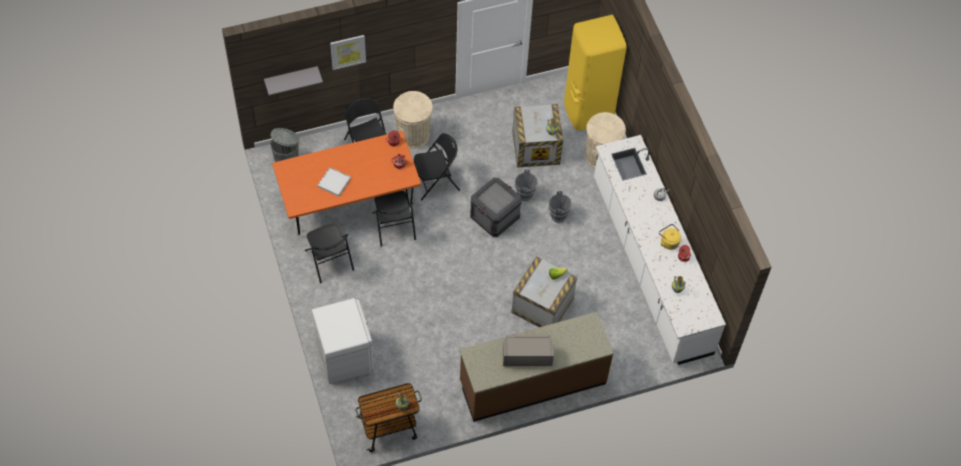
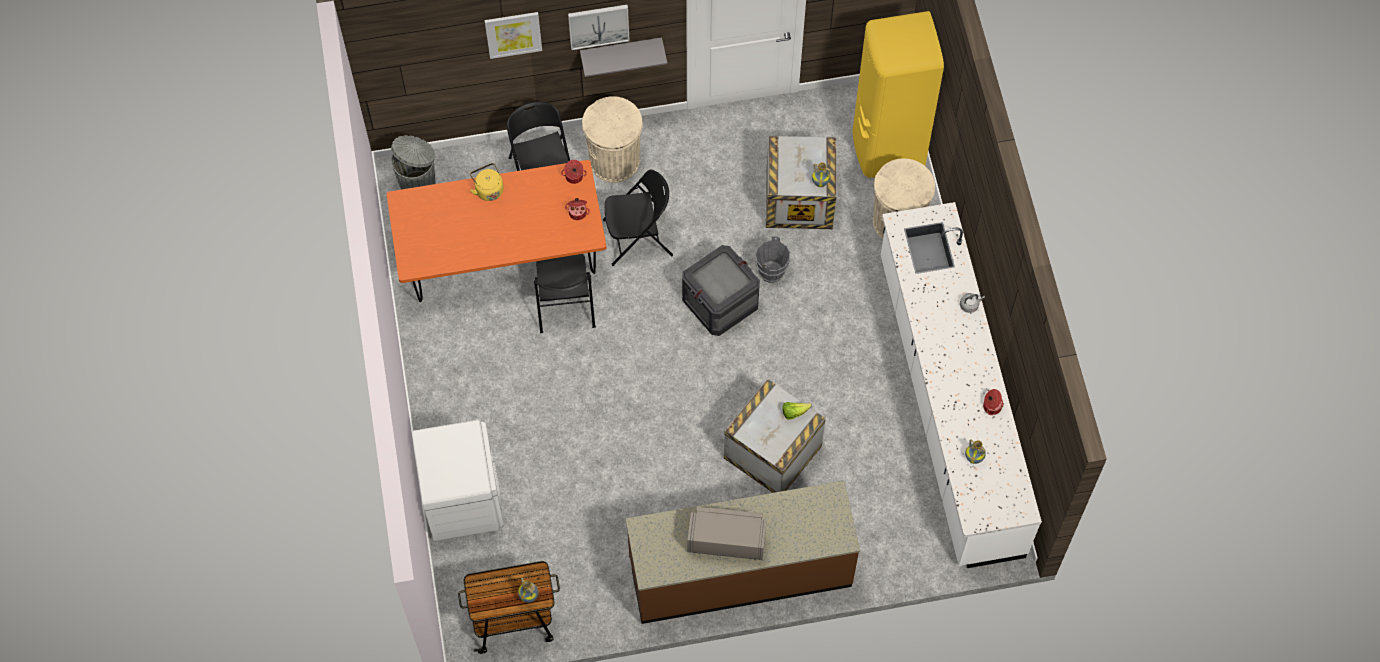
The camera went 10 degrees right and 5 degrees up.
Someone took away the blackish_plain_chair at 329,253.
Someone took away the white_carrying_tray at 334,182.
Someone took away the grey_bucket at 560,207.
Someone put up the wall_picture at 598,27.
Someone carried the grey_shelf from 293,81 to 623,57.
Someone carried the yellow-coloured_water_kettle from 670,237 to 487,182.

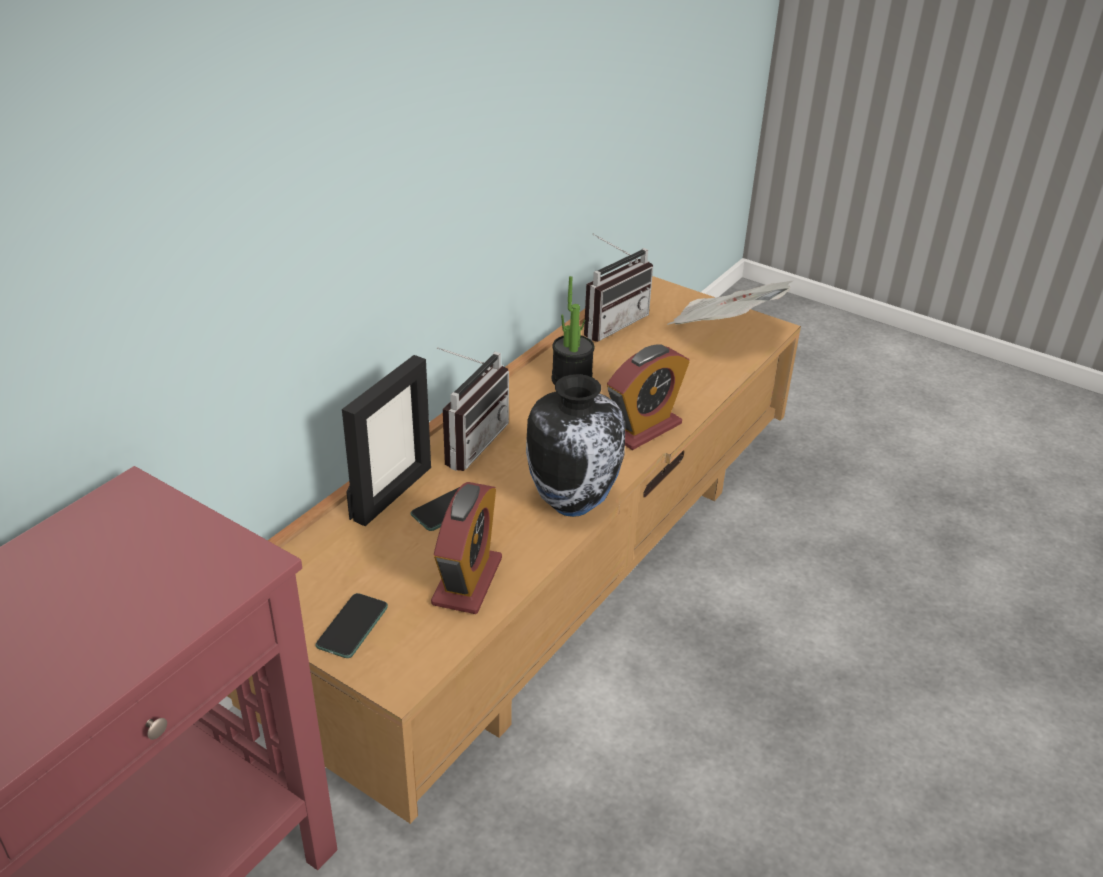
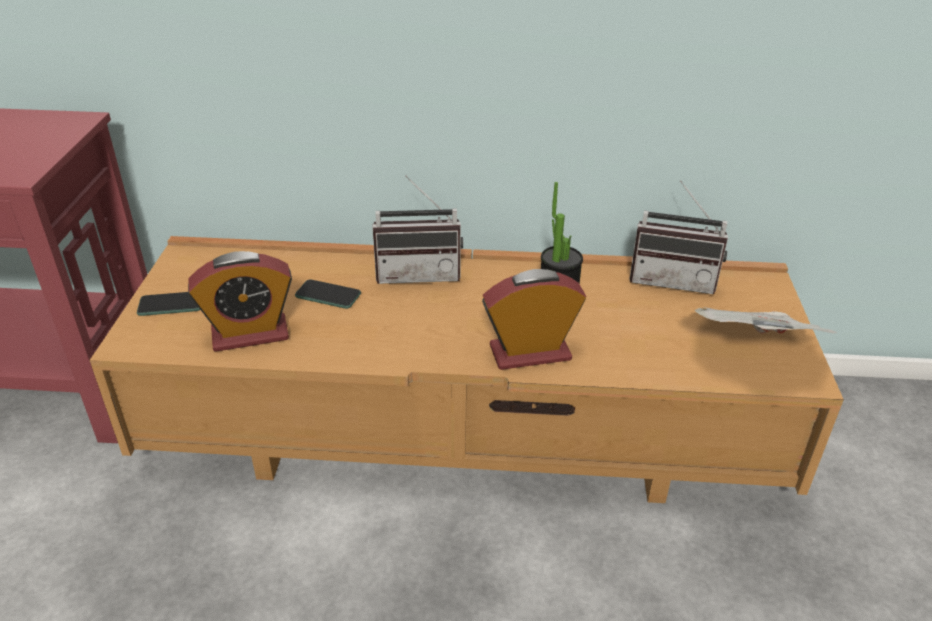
The camera went 60 degrees right and 0 degrees up.
Someone took away the picture_frame at 386,440.
Someone took away the flower_vase at 575,445.
Someone rotated the alarm_clock at 648,397 by 150 degrees clockwise.

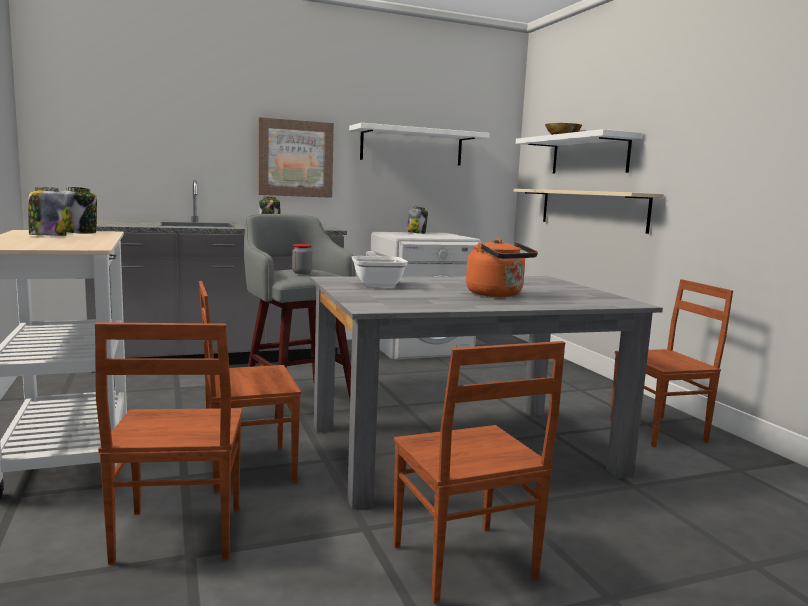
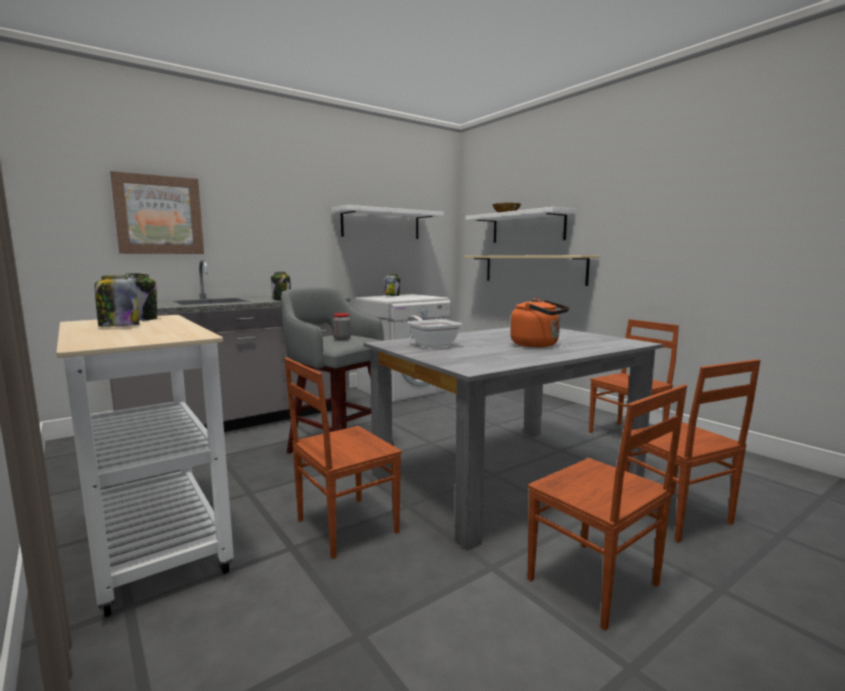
The camera went 15 degrees left and 0 degrees up.
Someone carried the brownish_plain_chair from 168,443 to 691,451.
Someone carried the wall_picture from 296,157 to 157,212.

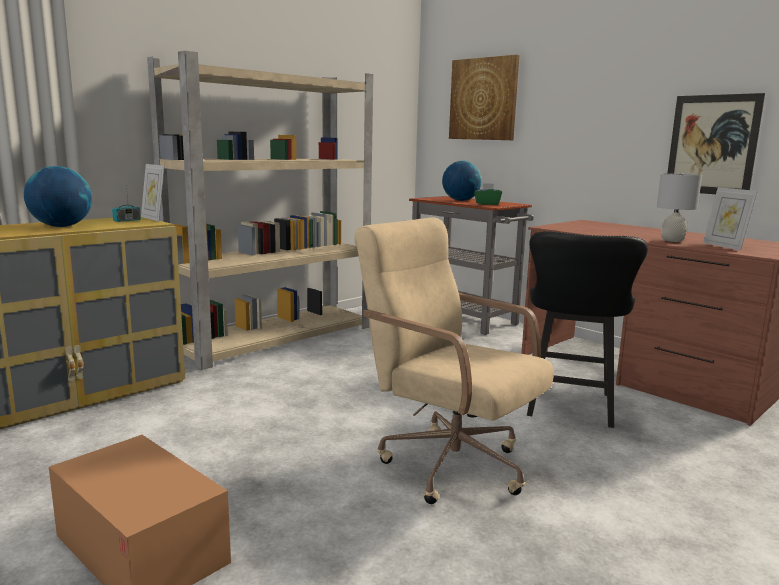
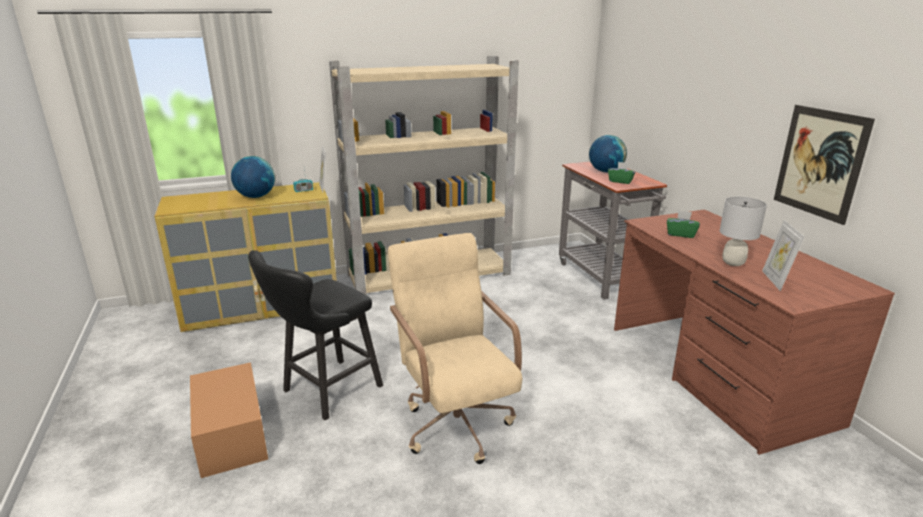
The camera went 25 degrees right and 10 degrees up.
Someone took away the wall_picture at 484,97.
Someone put down the green-coloured_tissue_box at 683,224.
Someone carried the blackish_stool_seat from 587,329 to 315,335.

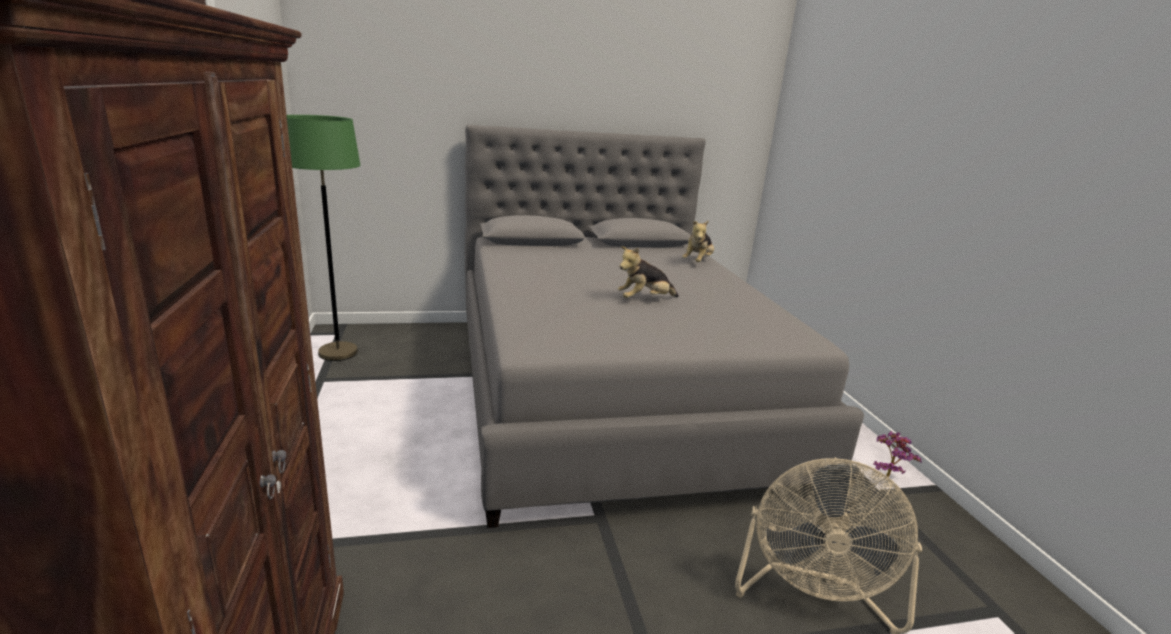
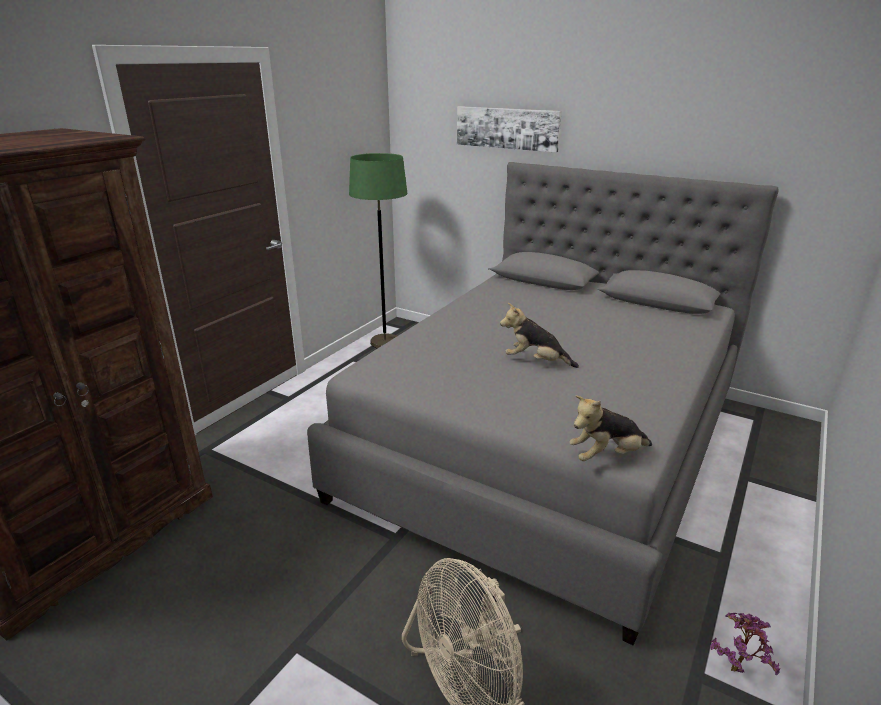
The camera went 45 degrees right and 5 degrees up.
Someone put up the wall_picture at 509,129.
Someone carried the plush_toy from 698,241 to 611,428.

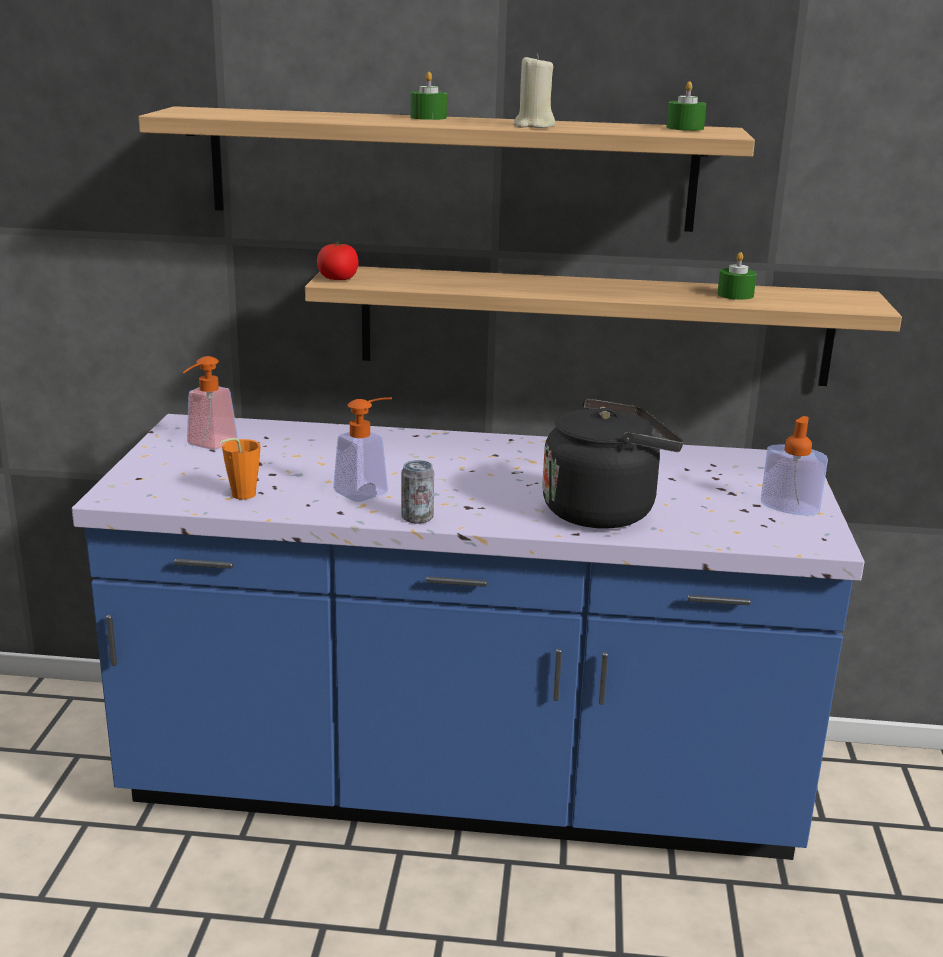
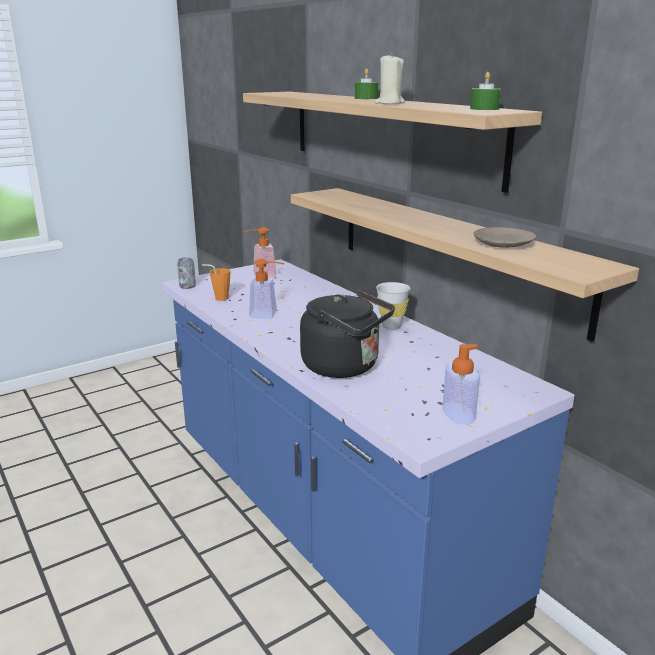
The camera went 50 degrees right and 0 degrees up.
Someone took away the tomato at 338,261.
Someone put down the white_small_cup at 393,306.
Someone carried the metal_can from 417,492 to 186,273.
Someone swapped the green-coloured_wax_candle at 737,276 for the beige-coloured_flat_dish at 504,237.

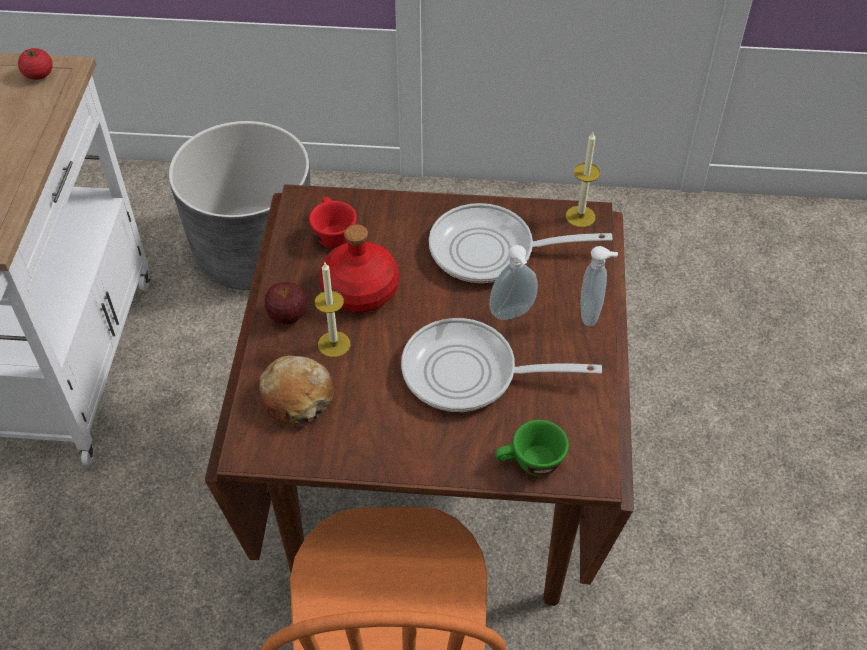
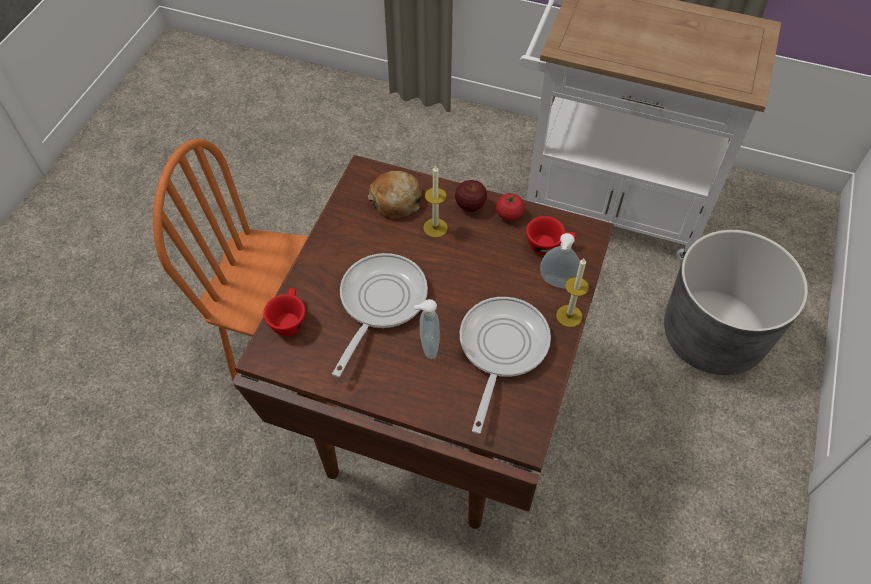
The camera went 105 degrees right and 5 degrees up.
Someone took away the reddish_bottle at 359,268.
Someone carried the tomato from 35,64 to 510,207.
Someone carried the wax_candle from 583,180 to 572,292.
Someone carried the soap_dispenser from 599,286 to 560,260.
Someone repainted the green-coloured_small_cup at 532,448, which became the reddish_small_cup at 284,312.

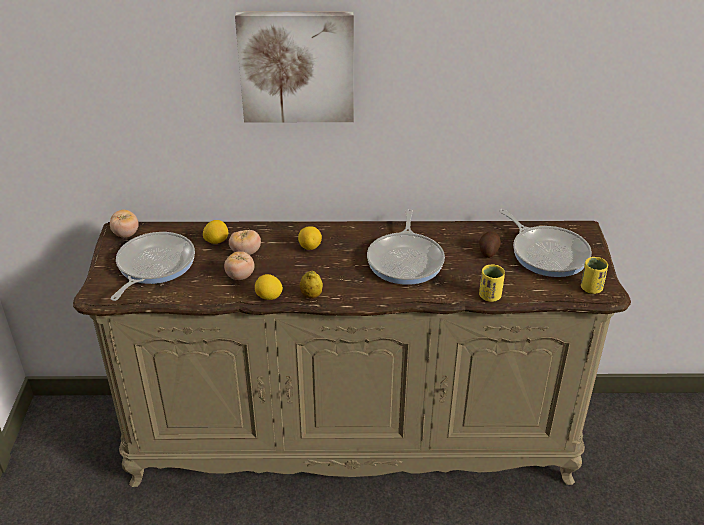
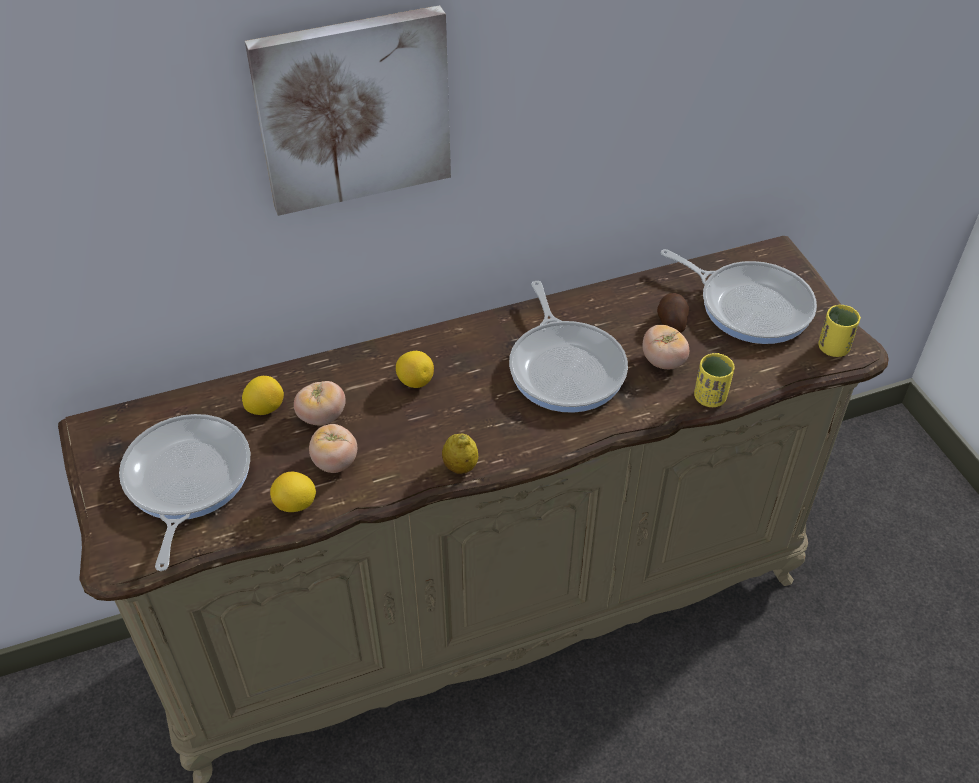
The camera went 20 degrees left and 10 degrees up.
Someone carried the tomato from 124,223 to 666,347.
Someone carried the citrus_fruit from 269,287 to 293,492.

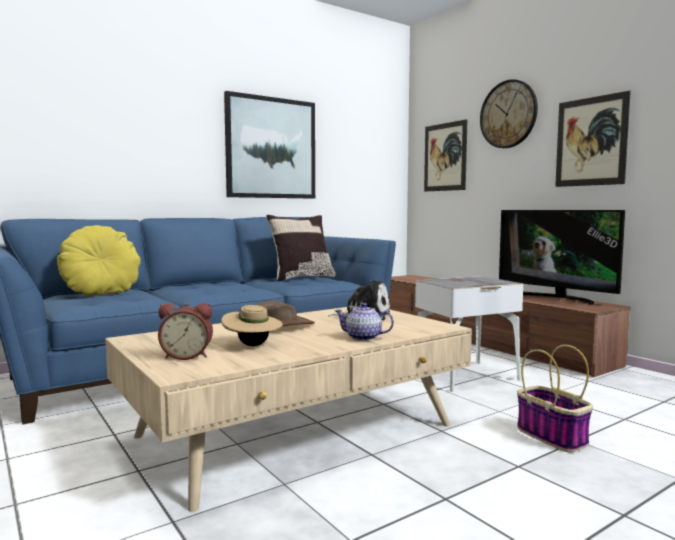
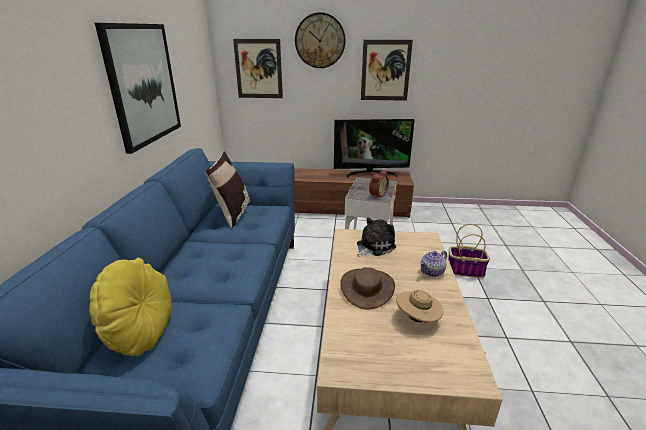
The camera went 50 degrees left and 20 degrees up.
Someone carried the alarm_clock from 185,331 to 379,184.

